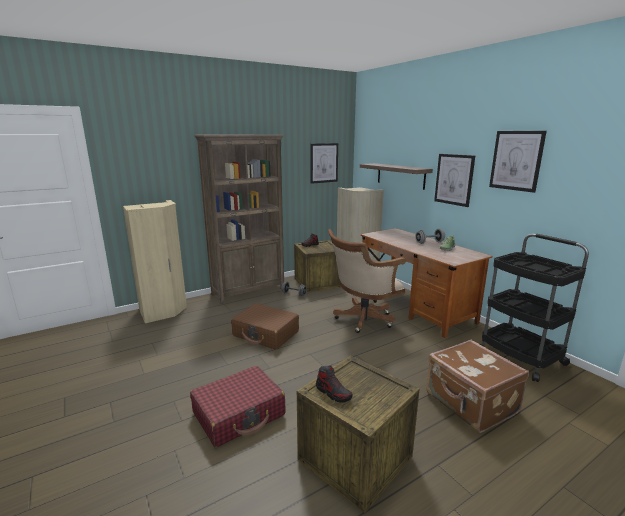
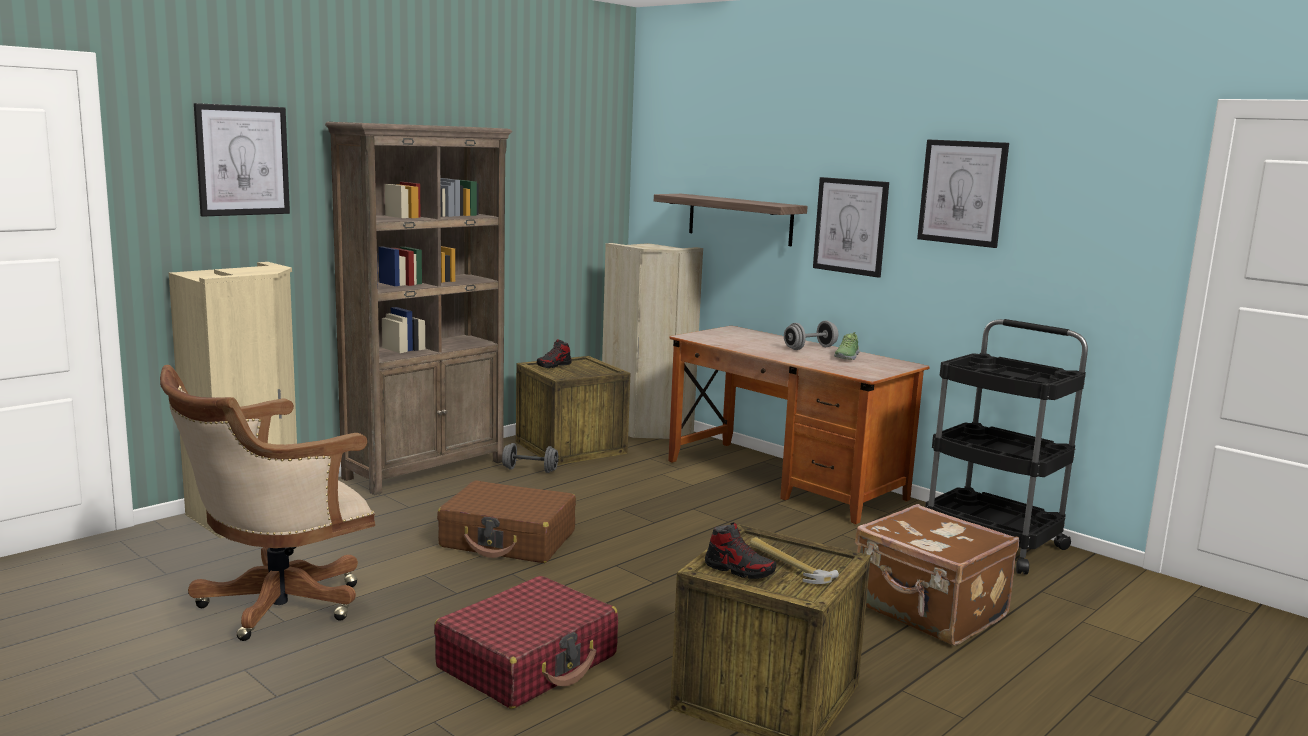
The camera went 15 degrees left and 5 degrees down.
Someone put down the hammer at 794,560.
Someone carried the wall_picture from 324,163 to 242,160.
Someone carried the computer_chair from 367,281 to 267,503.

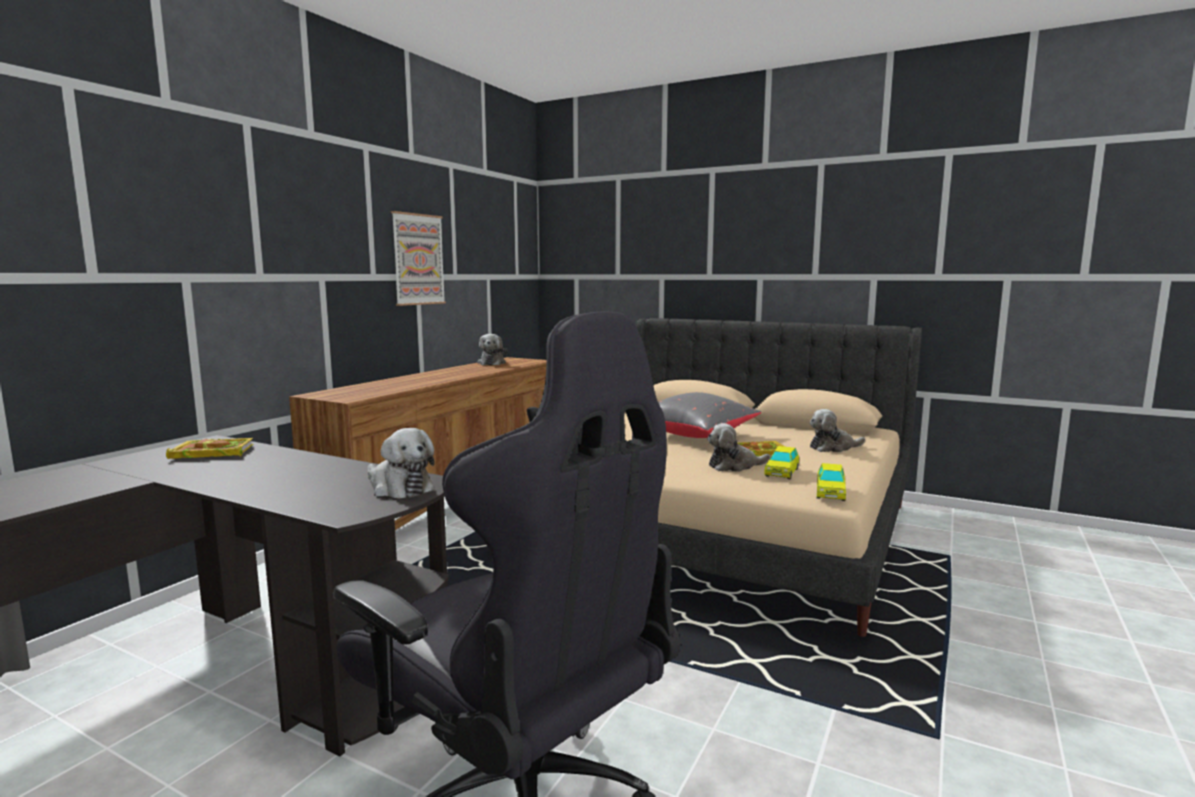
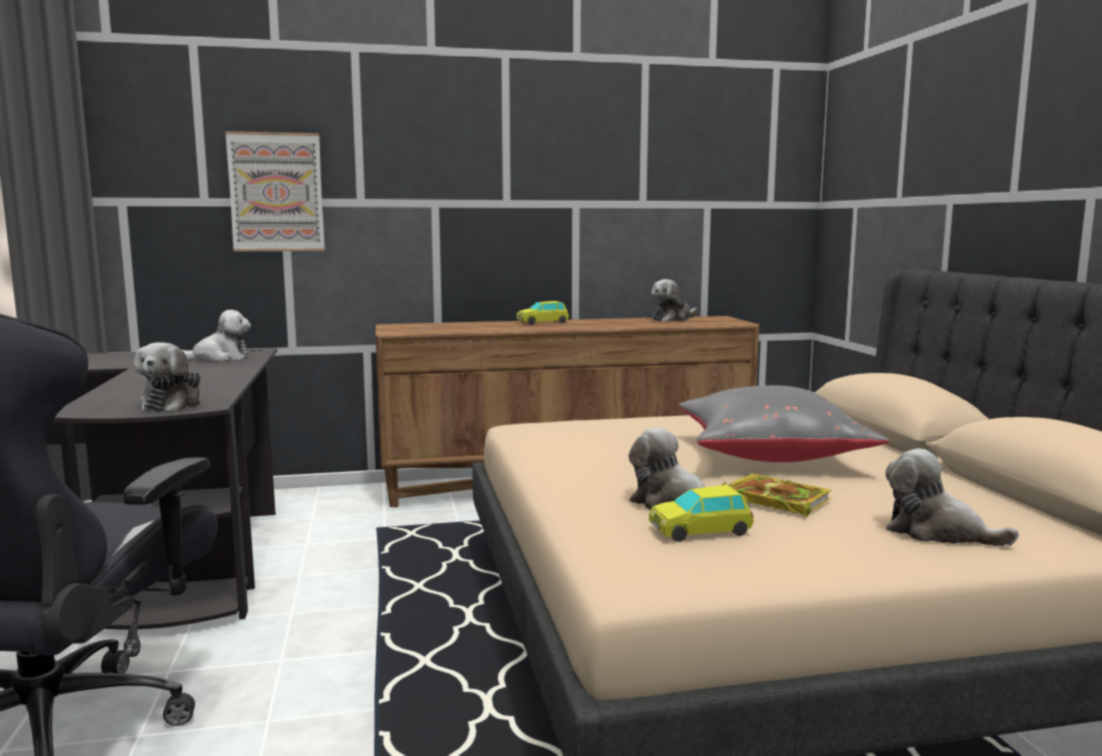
The camera went 50 degrees right and 0 degrees up.
Someone carried the wall_picture from 418,258 to 275,191.
Someone carried the miniature_car from 831,482 to 542,313.
Someone swapped the bound_book at 210,448 for the plush_toy at 216,335.

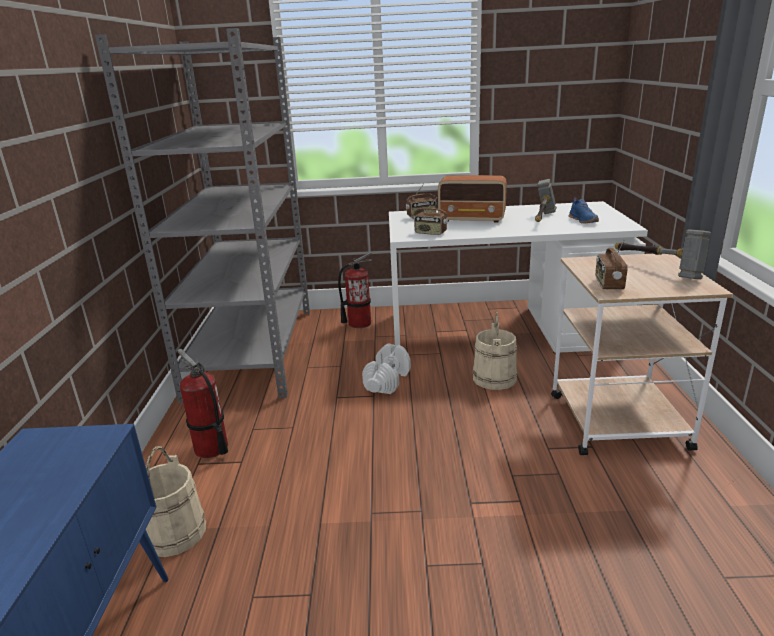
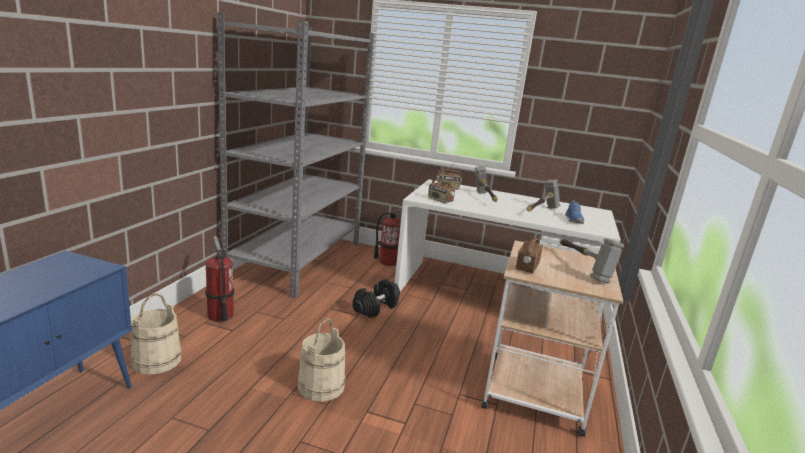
The camera went 15 degrees right and 5 degrees down.
Someone carried the beige-coloured_bucket from 495,351 to 322,360.
Someone swapped the radio at 472,198 for the hammer at 486,184.
Someone repainted the white_hand_weight at 386,368, which became the blackish_hand_weight at 376,298.

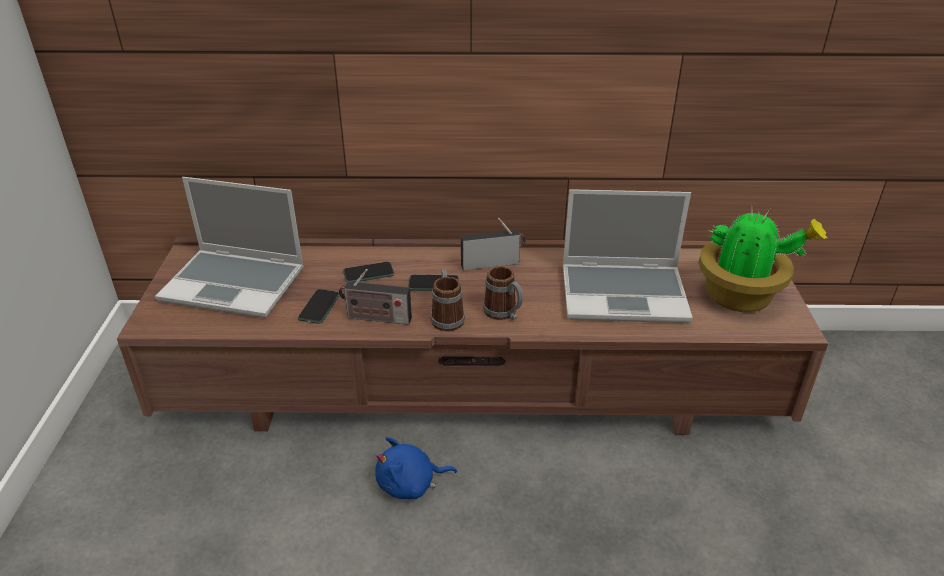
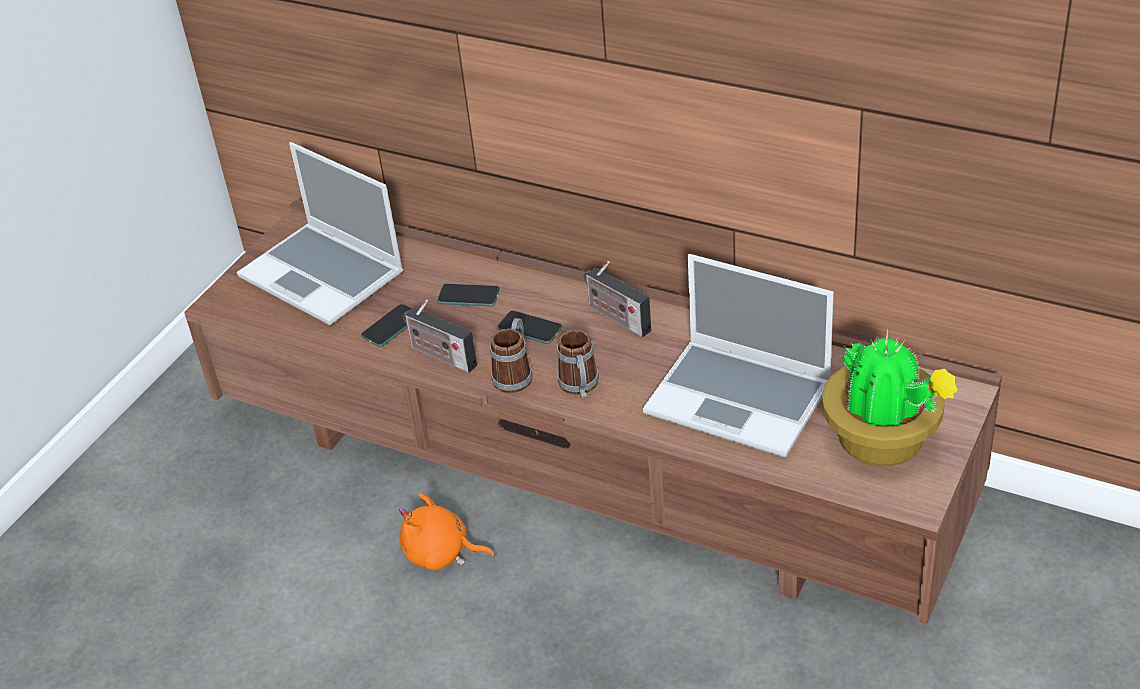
The camera went 30 degrees right and 5 degrees up.
Someone repainted the blue-coloured_plush_toy at 416,468, which became the orange_plush_toy at 447,531.
Someone rotated the radio at 493,244 by 150 degrees counterclockwise.

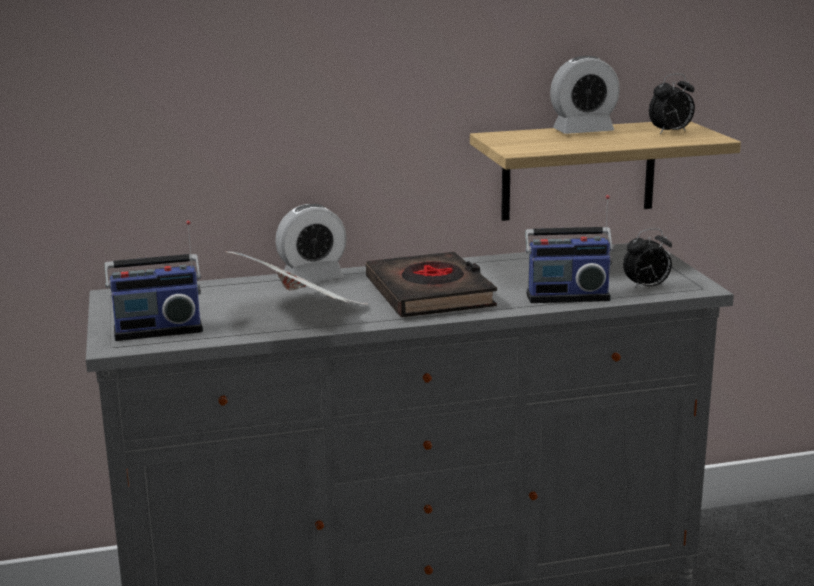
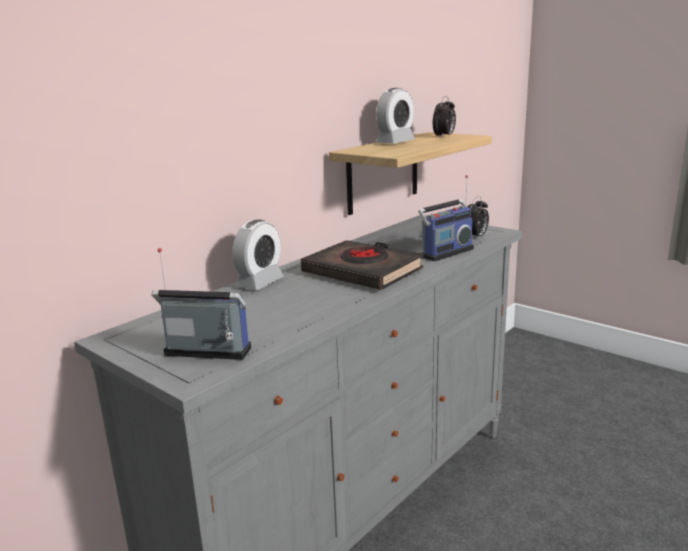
The camera went 35 degrees left and 0 degrees up.
Someone took away the printed_paper at 298,278.
Someone rotated the radio at 153,280 by 120 degrees counterclockwise.

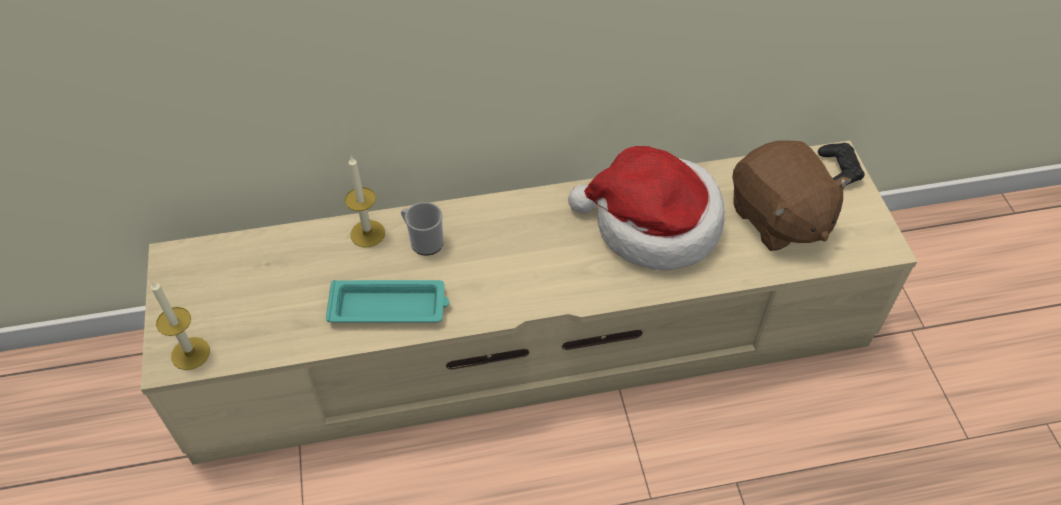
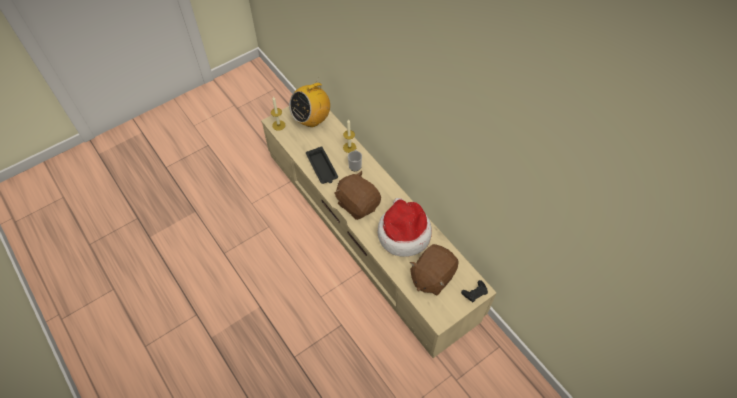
The camera went 65 degrees right and 5 degrees up.
Someone put down the radio at 309,102.
Someone put down the brownish_plush_toy at 357,195.
Someone repainted the turquoise-coloured_carrying_tray at 388,301, which became the blackish_carrying_tray at 322,165.

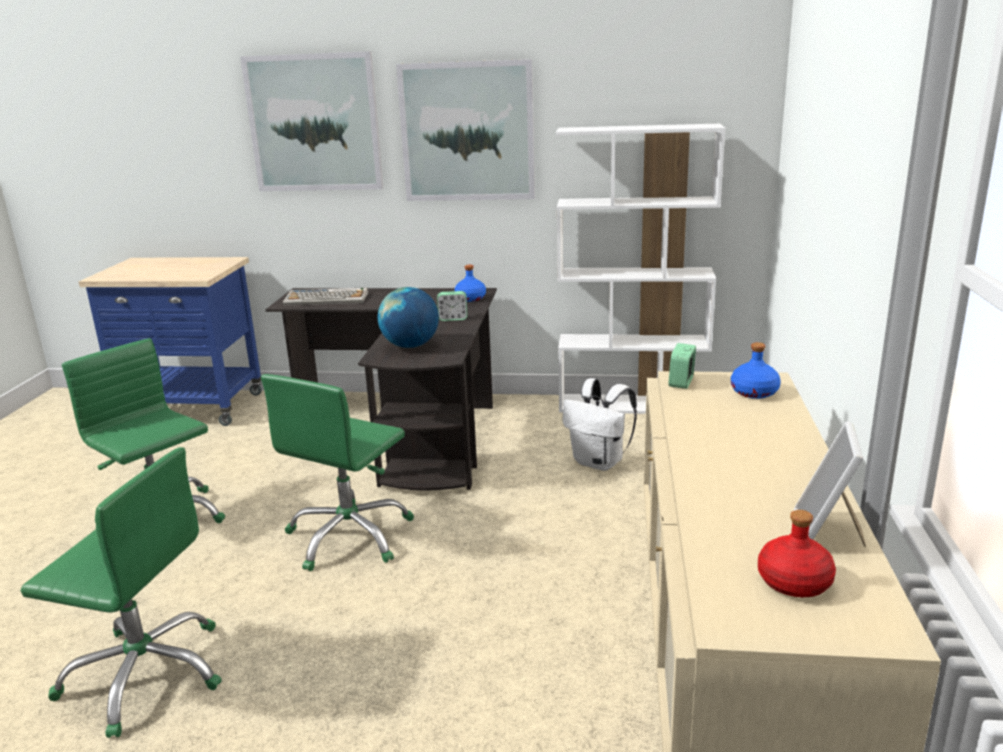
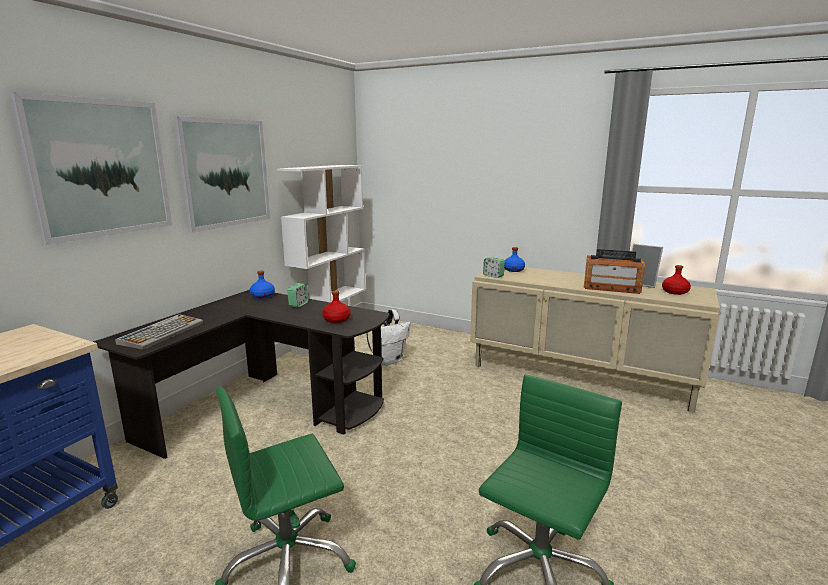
The camera went 70 degrees left and 5 degrees down.
Someone took away the green-coloured_computer_chair at 337,472.
Someone put down the radio at 614,271.
Someone swapped the world_globe at 408,317 for the reddish_bottle at 336,307.

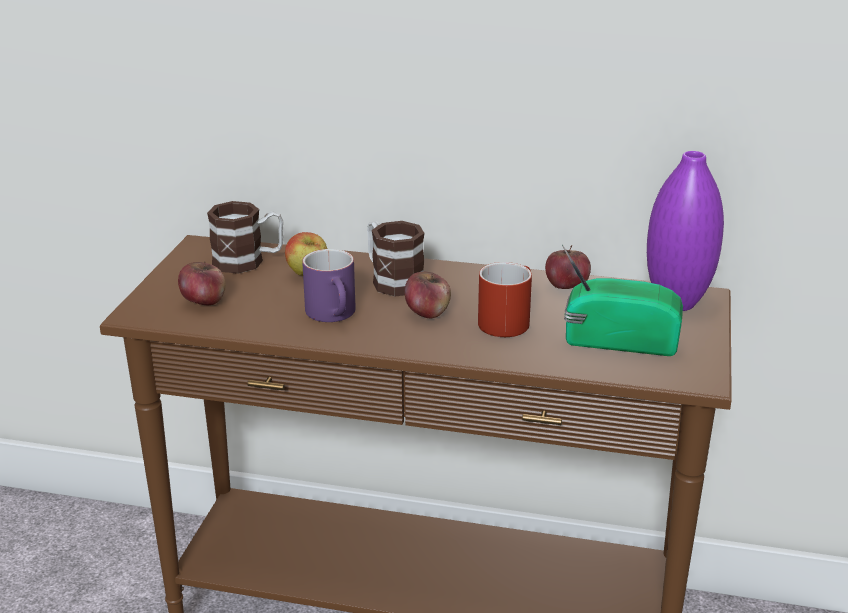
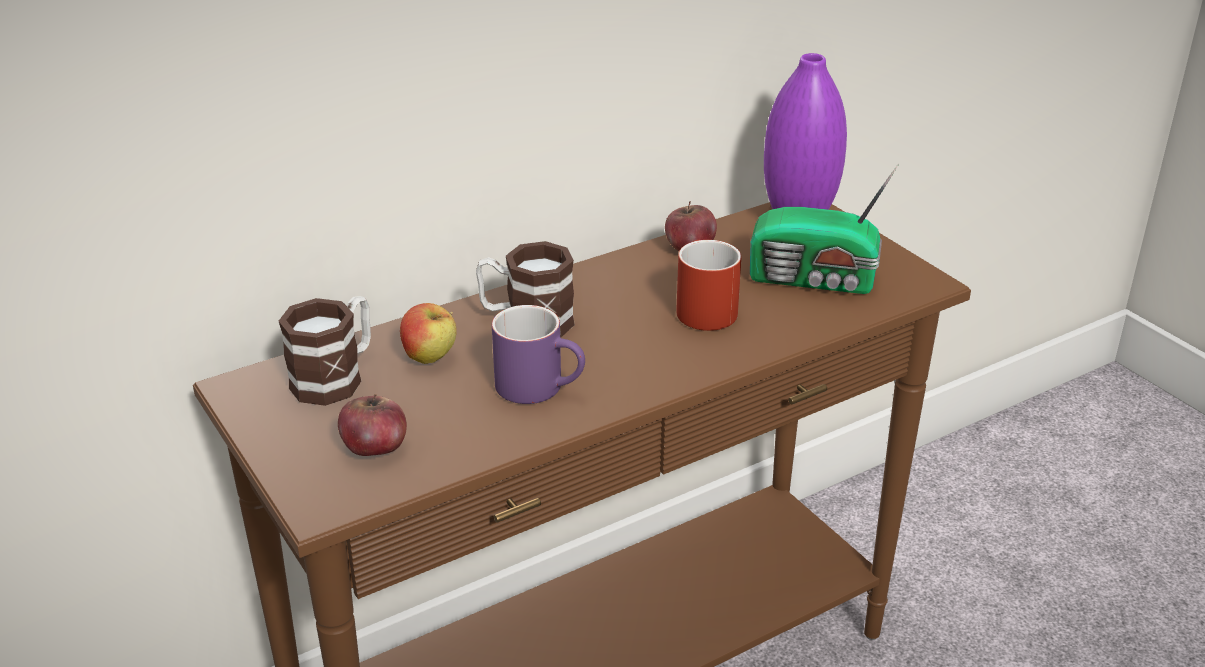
The camera went 45 degrees left and 5 degrees up.
Someone took away the whole_apple at 427,295.
Someone rotated the radio at 622,300 by 135 degrees counterclockwise.

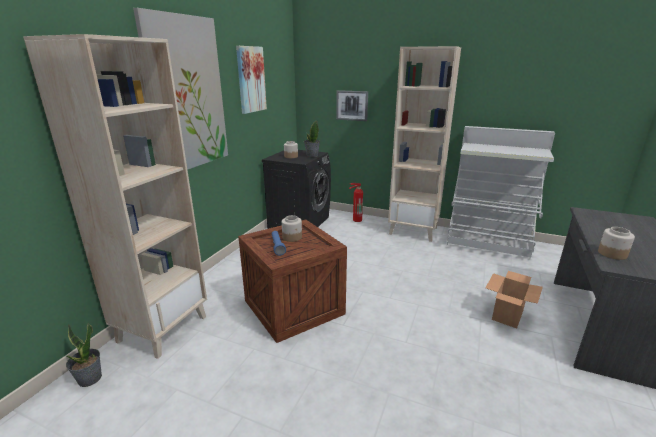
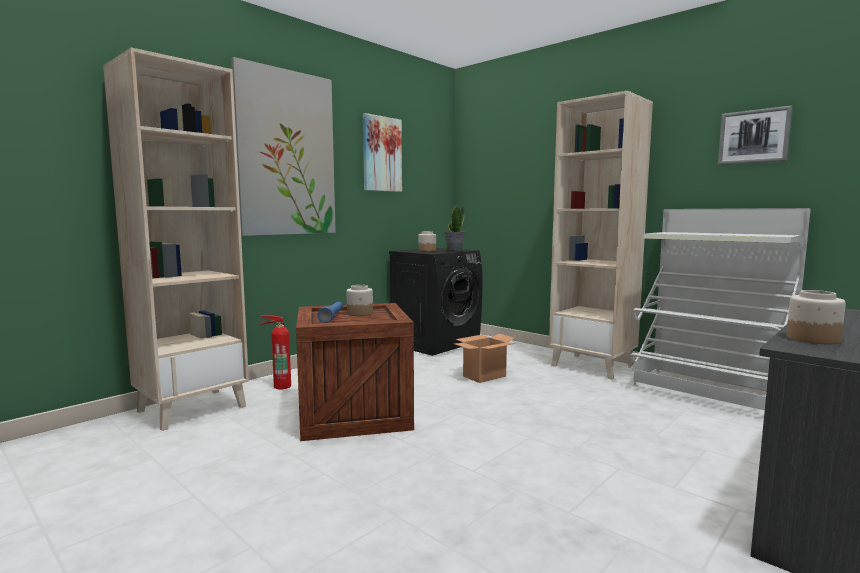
The camera went 20 degrees right and 15 degrees down.
Someone took away the plant_in_a_pot at 84,355.
Someone carried the wall_picture from 352,105 to 755,135.
Someone carried the fire_extinguisher from 356,202 to 275,352.
Someone carried the cardboard_box from 514,299 to 485,358.

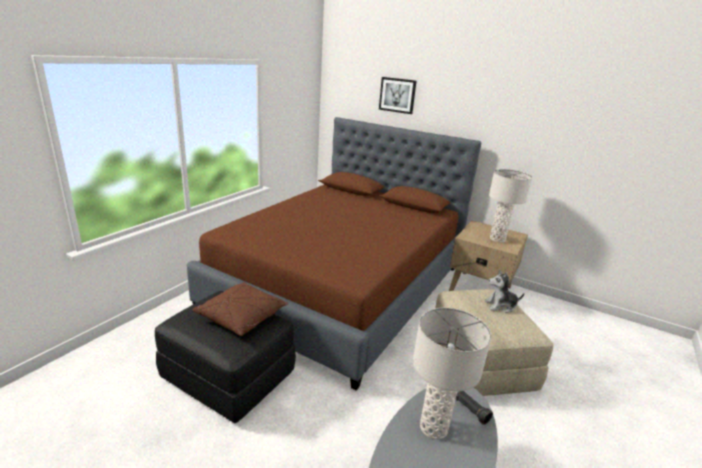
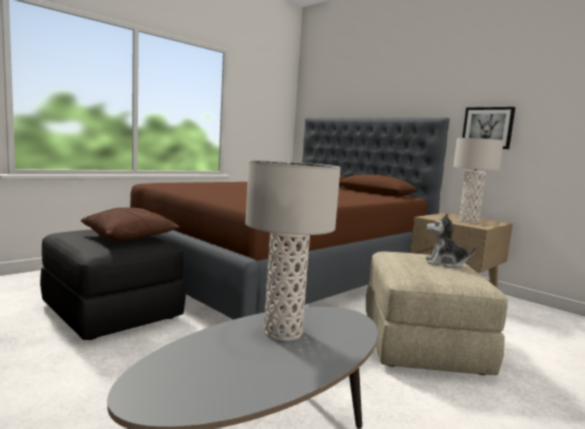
The camera went 15 degrees right and 15 degrees down.
Someone took away the blackish_torch at 474,408.
Someone carried the wall_picture from 397,95 to 488,128.

